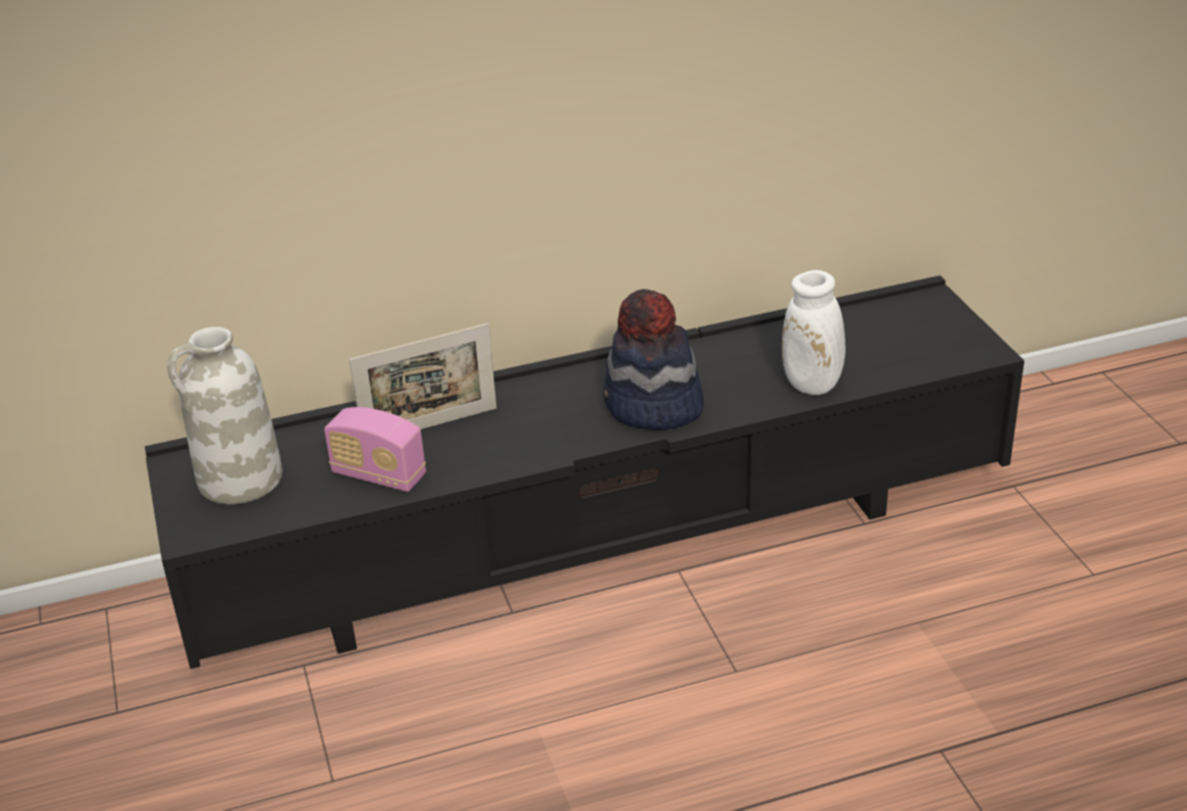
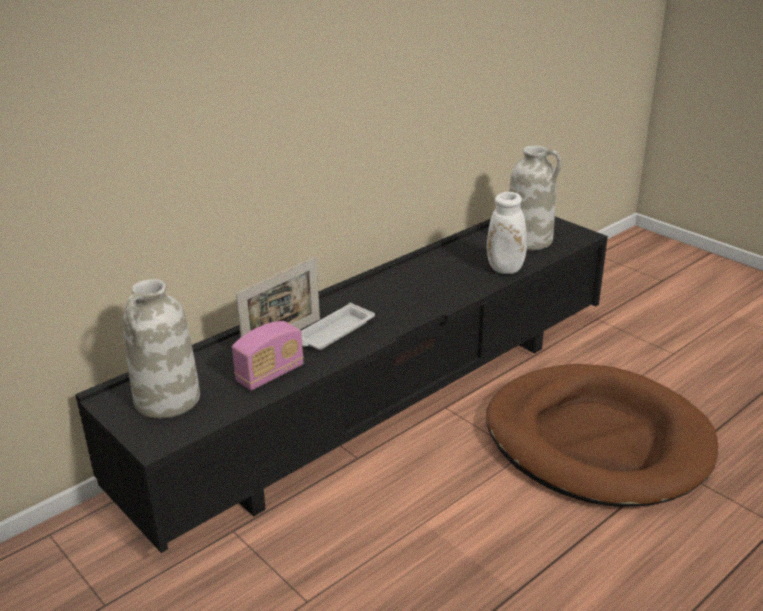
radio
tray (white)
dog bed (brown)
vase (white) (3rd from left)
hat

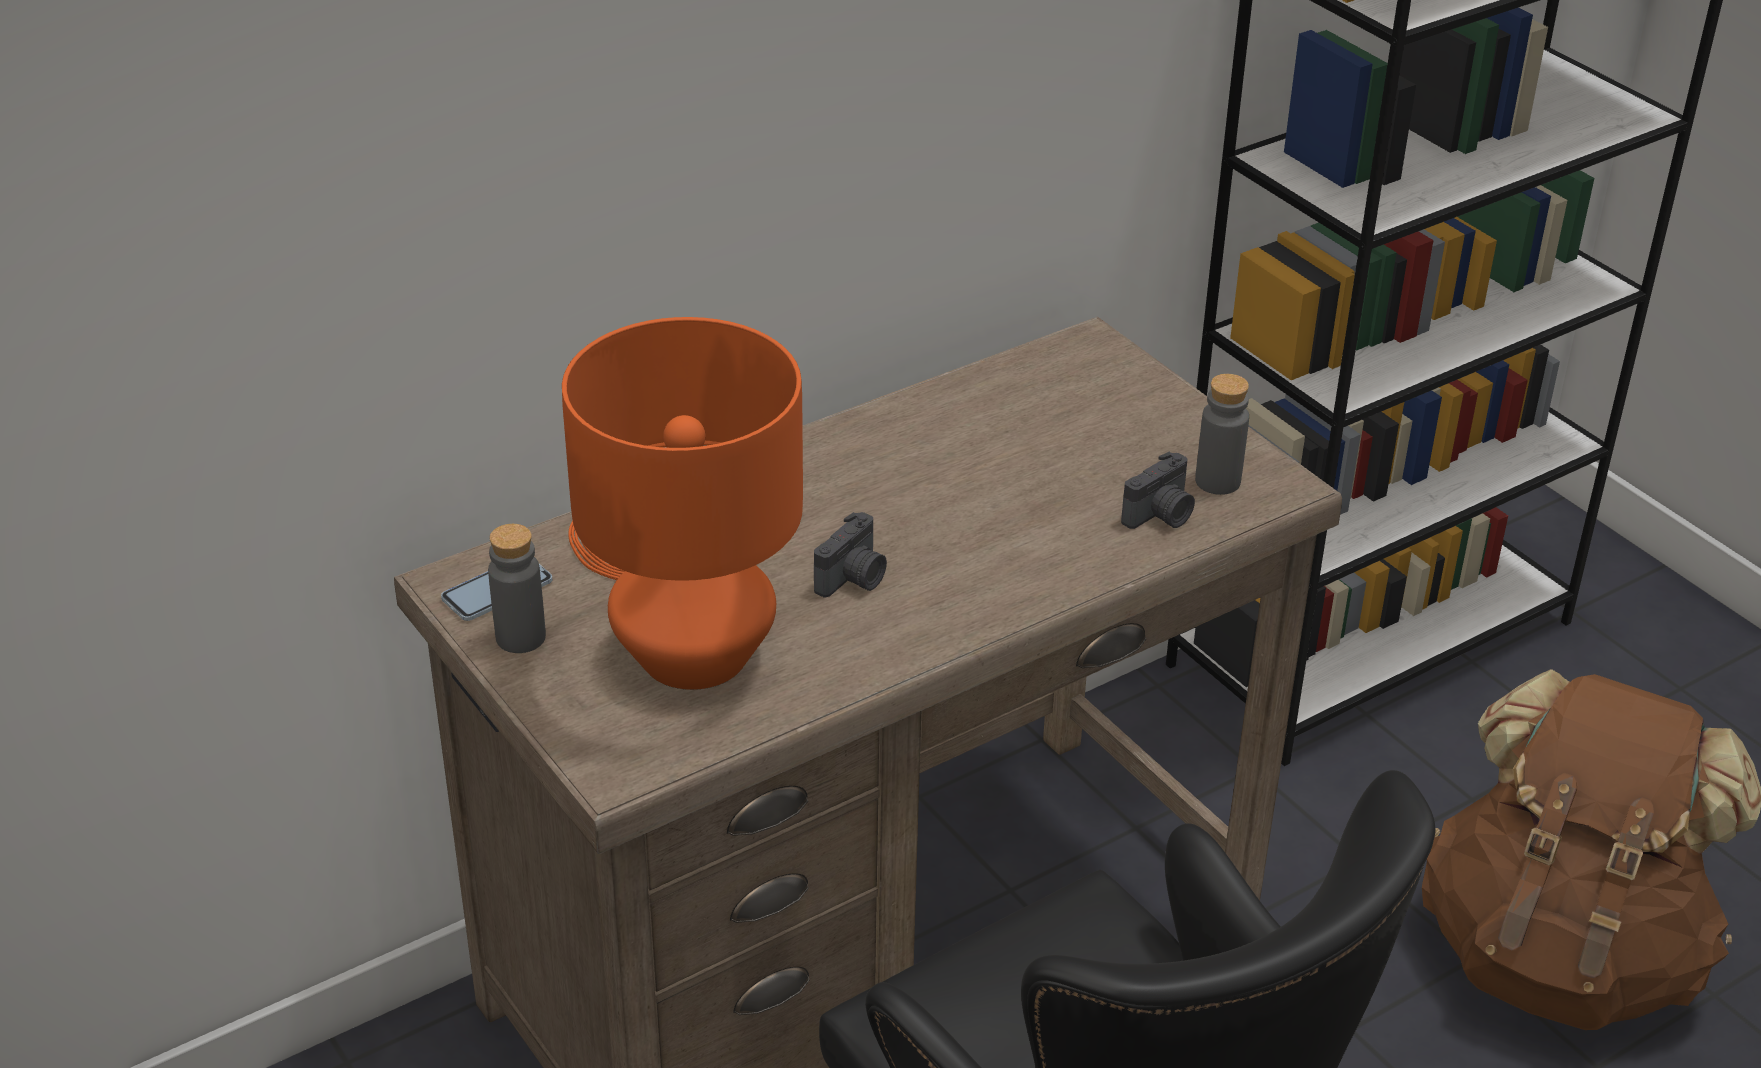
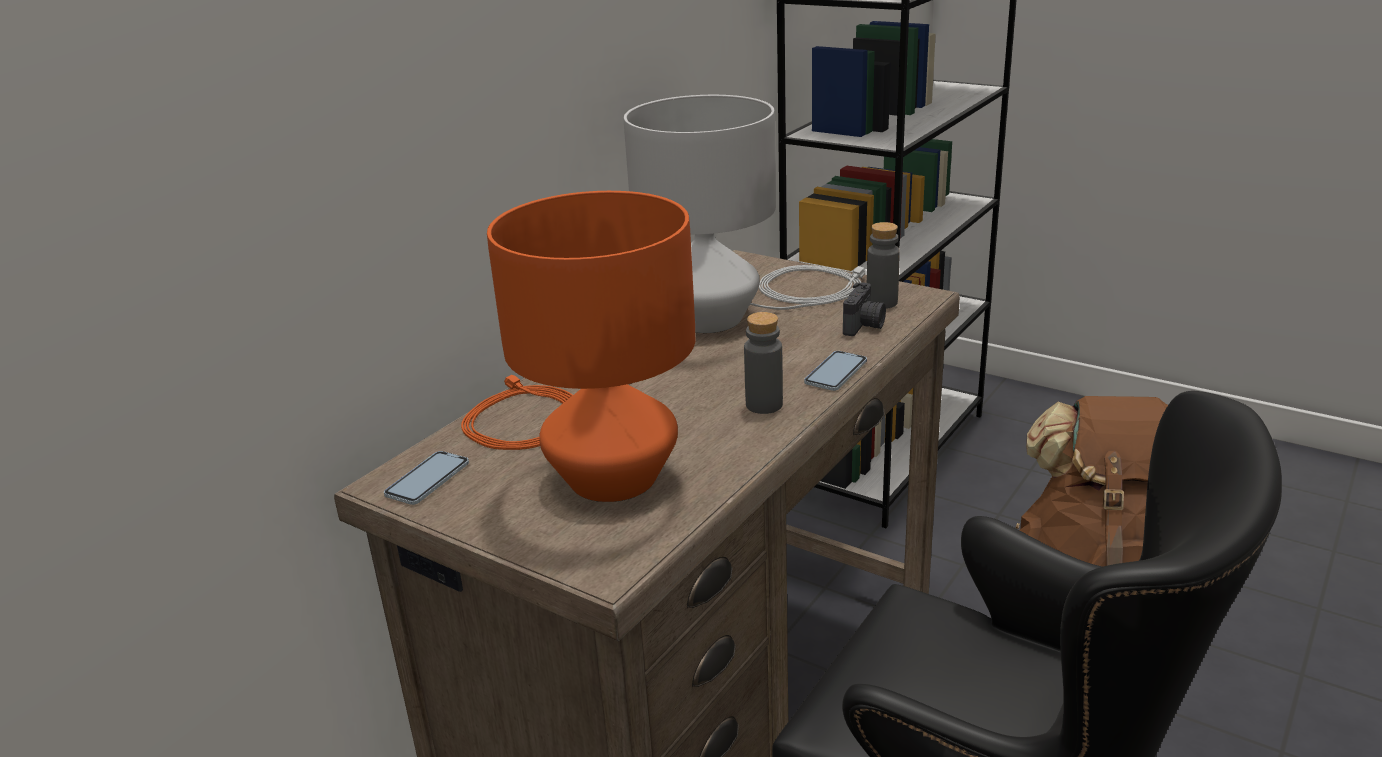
table lamp (grey)
bottle (grey) (1st from left)
phone (2nd from left)
photo camera (1st from left in the first image)

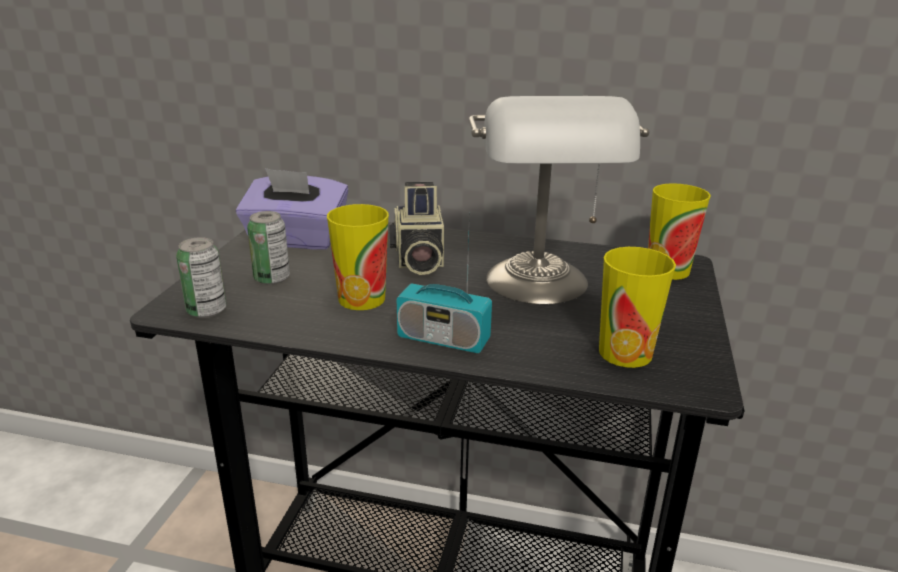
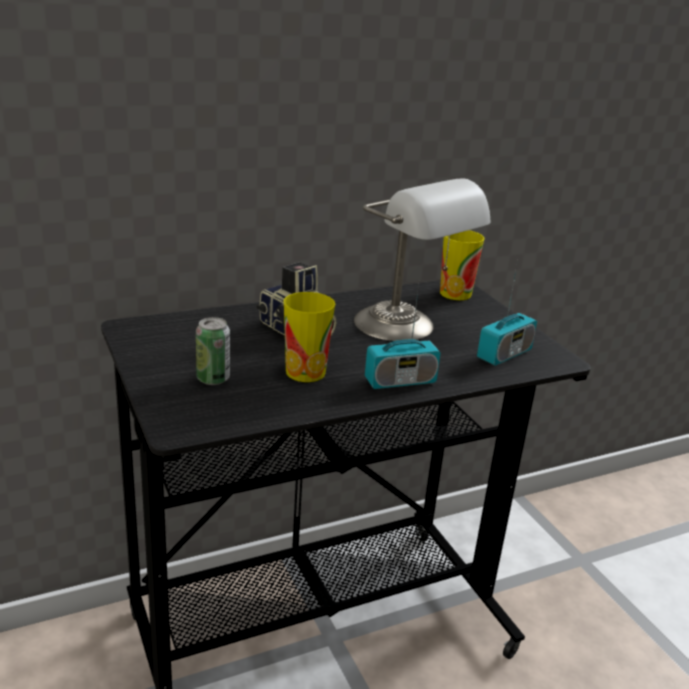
radio (2nd from left)
can (1st from left in the first image)
tissue box (purple)

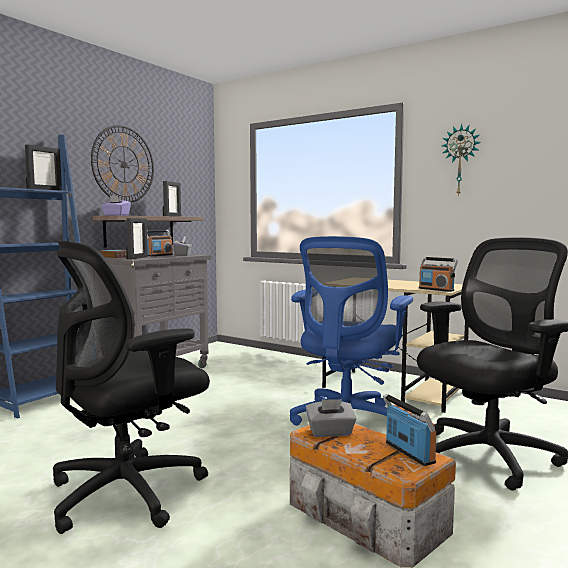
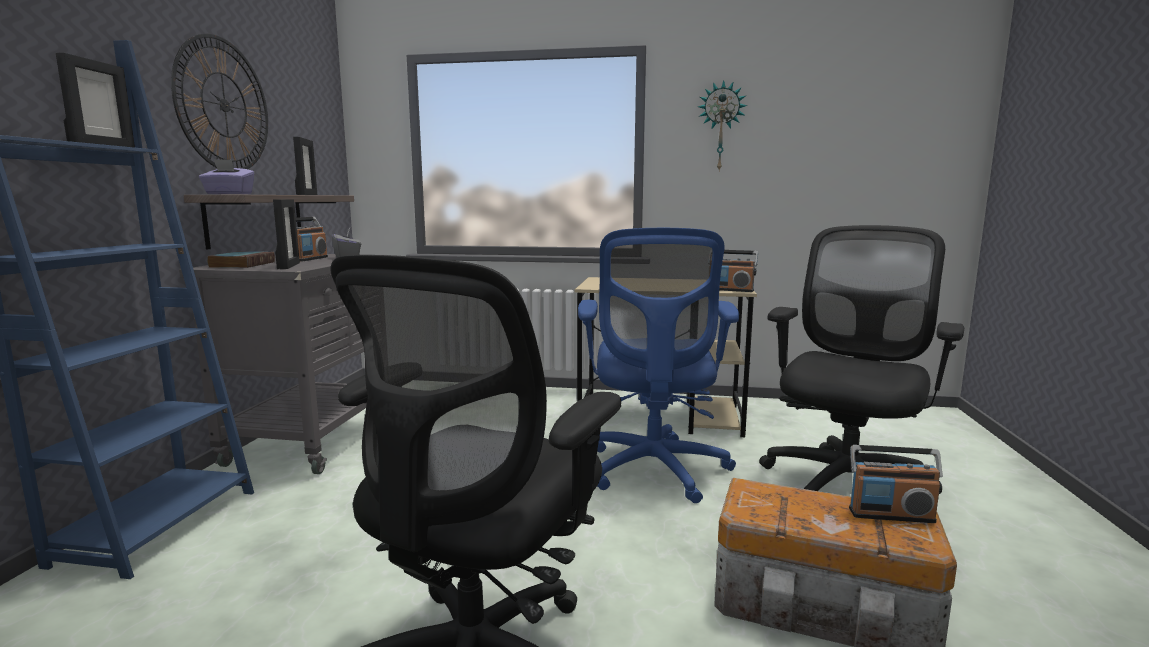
radio (3rd from left)
tissue box (grey) (2nd from left in the first image)

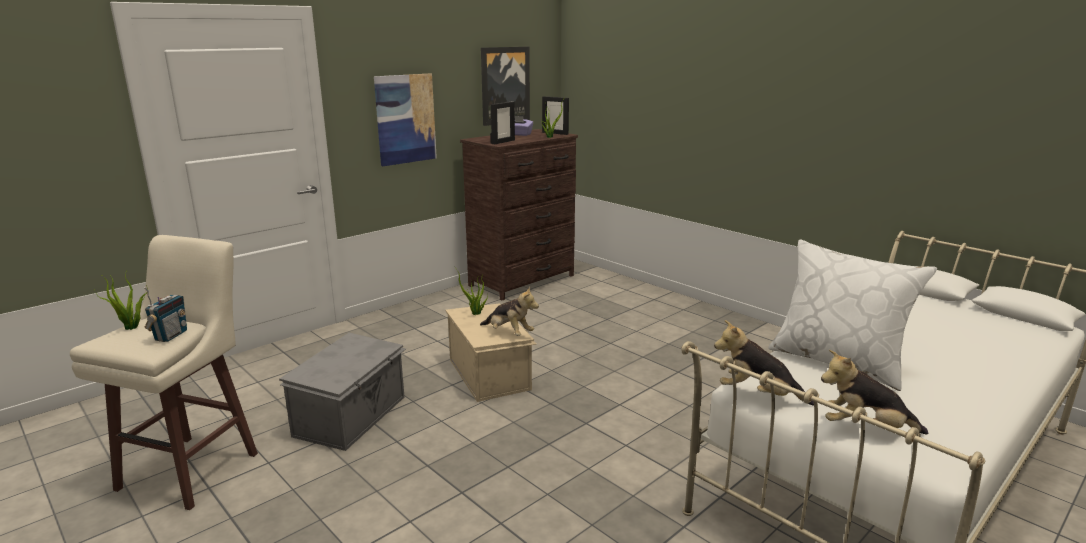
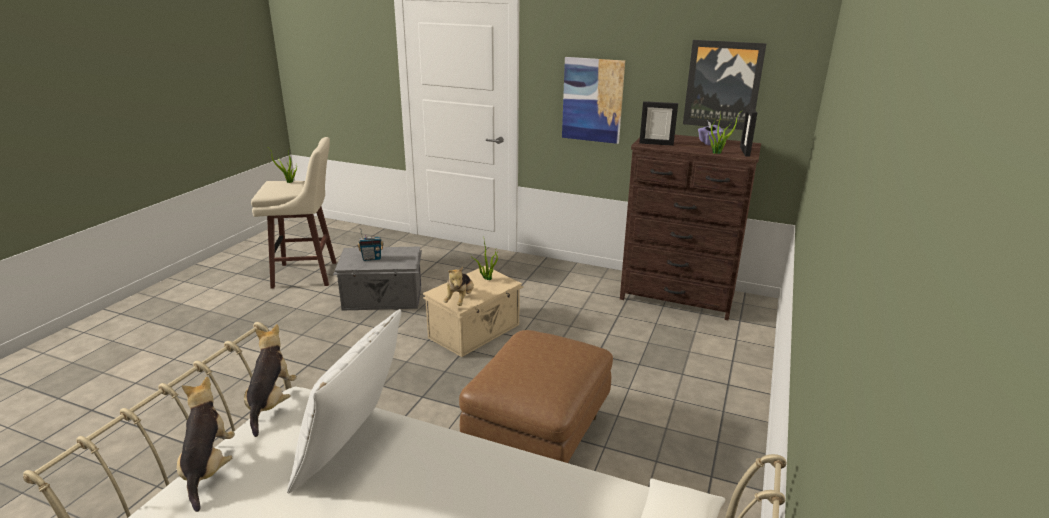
radio
ottoman (brown)

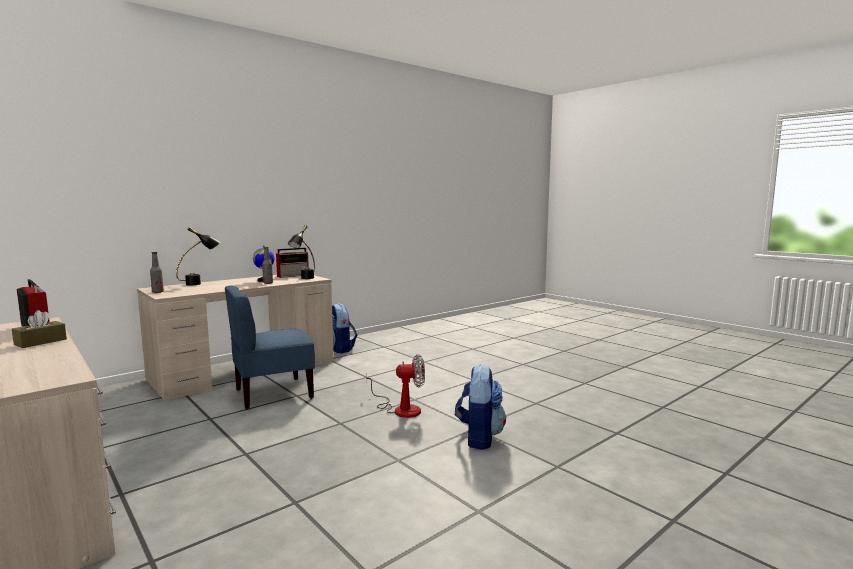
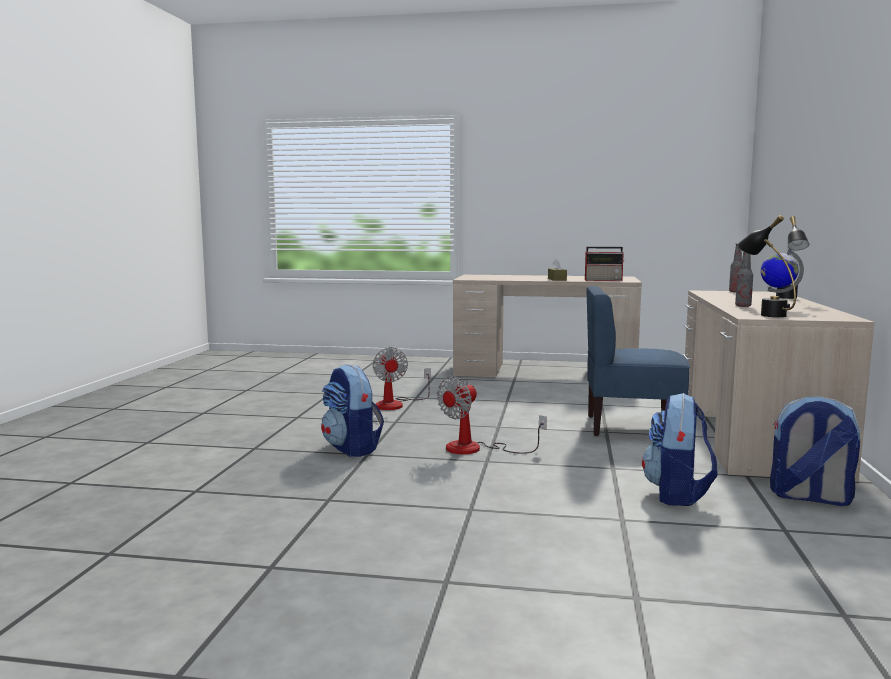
fan (1st from left)
chair (blue)
backpack (2nd from left)
radio (2nd from left in the first image)

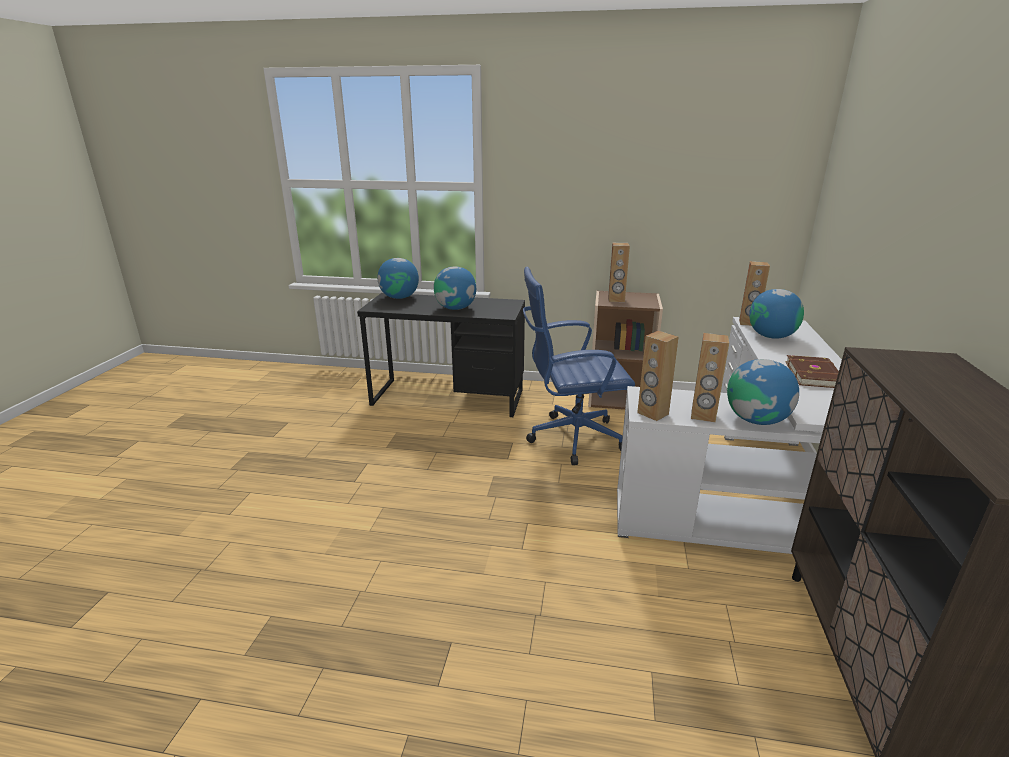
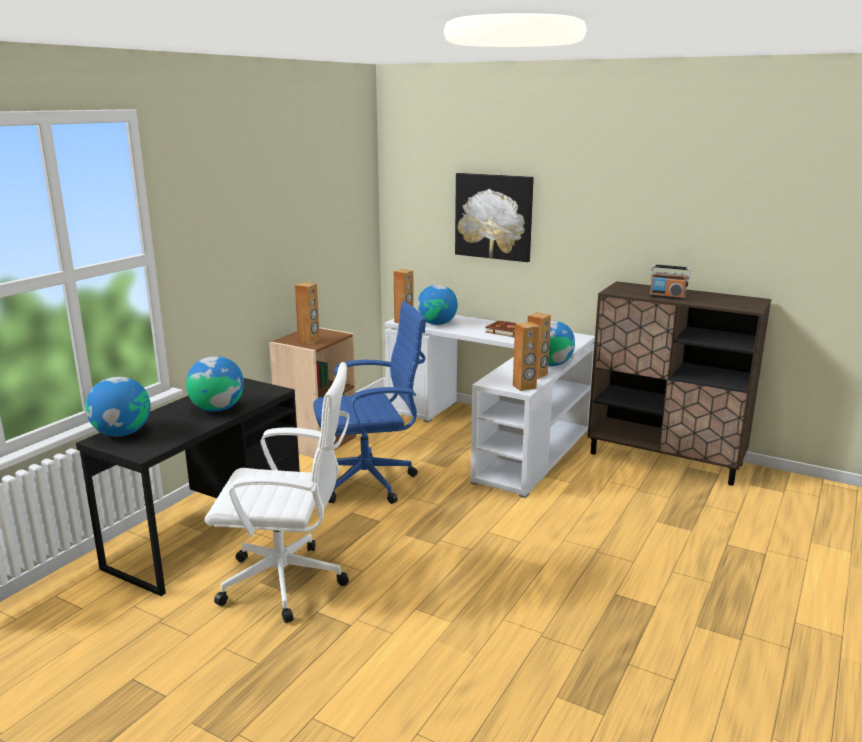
office chair (white)
office chair (blue)
picture
radio

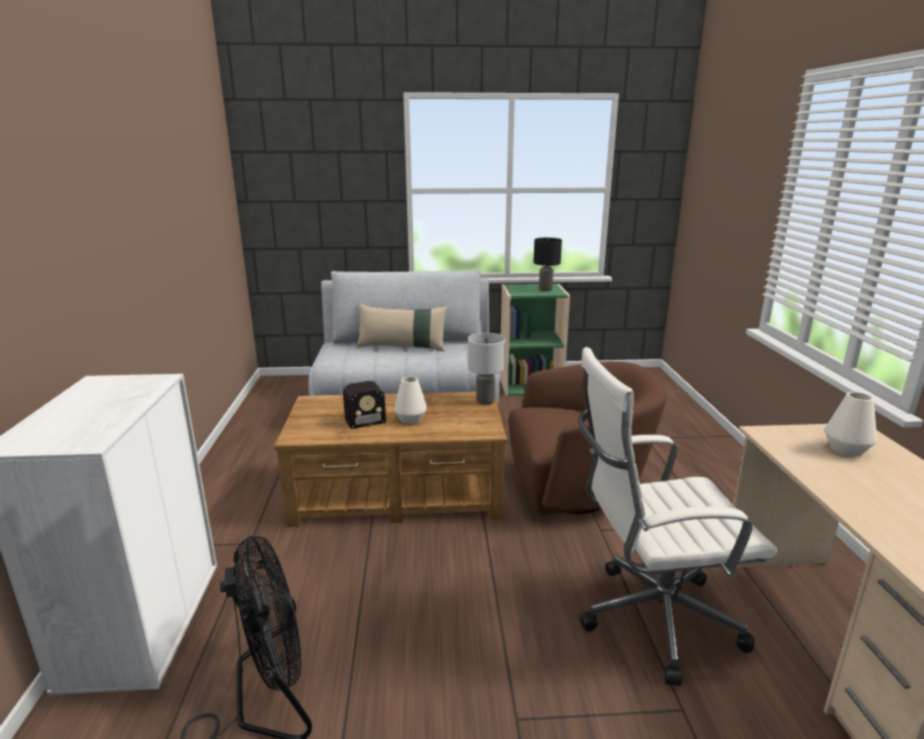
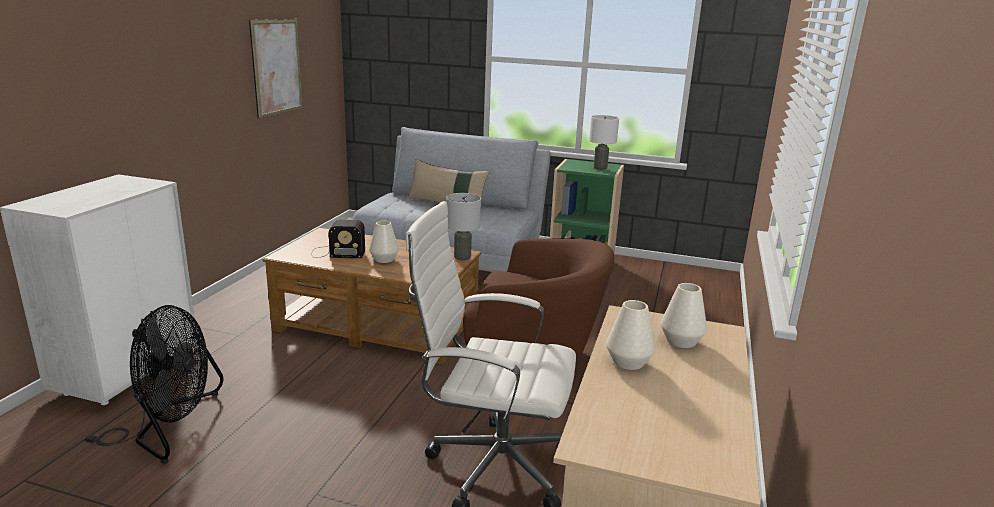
picture
table lamp (white) (2nd from left)
vase (white) (2nd from left)

